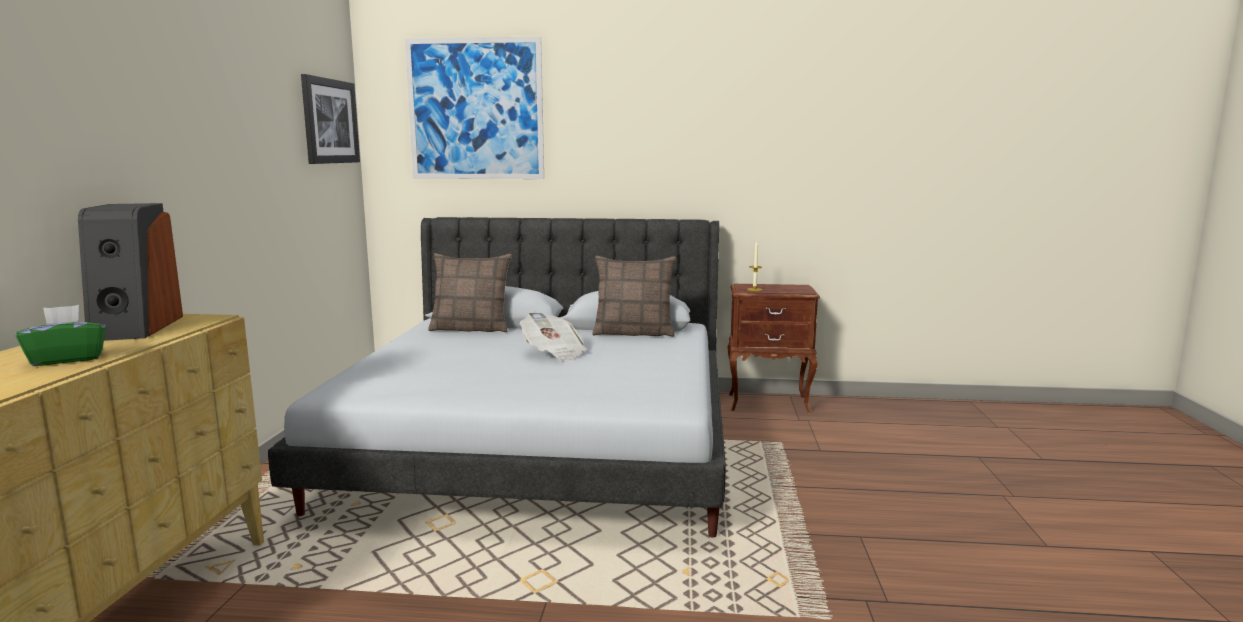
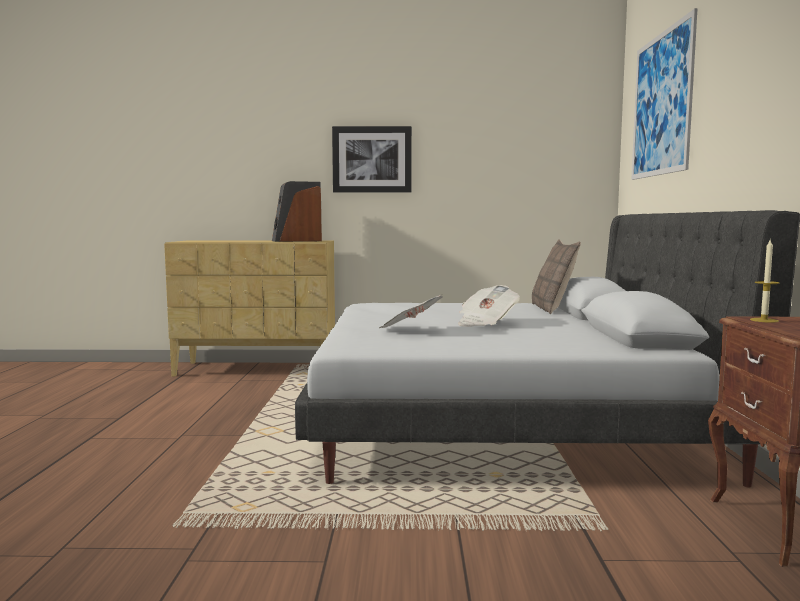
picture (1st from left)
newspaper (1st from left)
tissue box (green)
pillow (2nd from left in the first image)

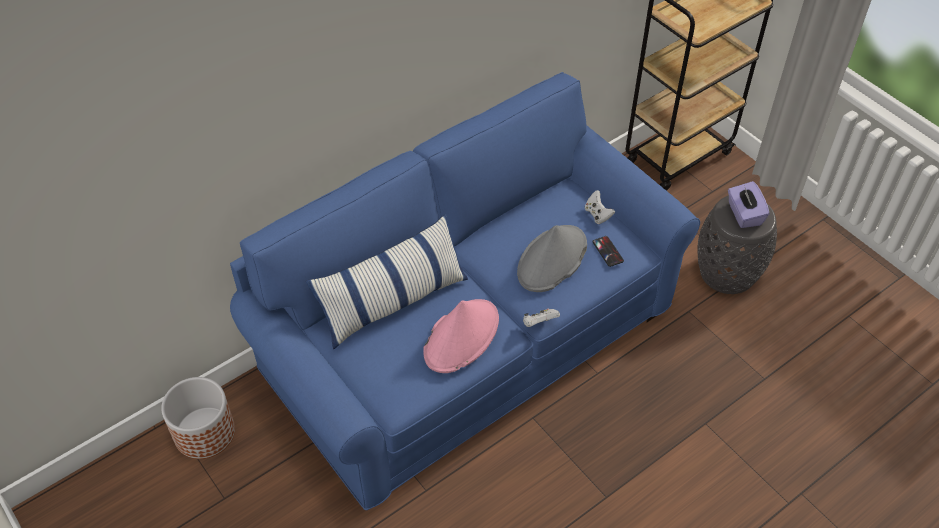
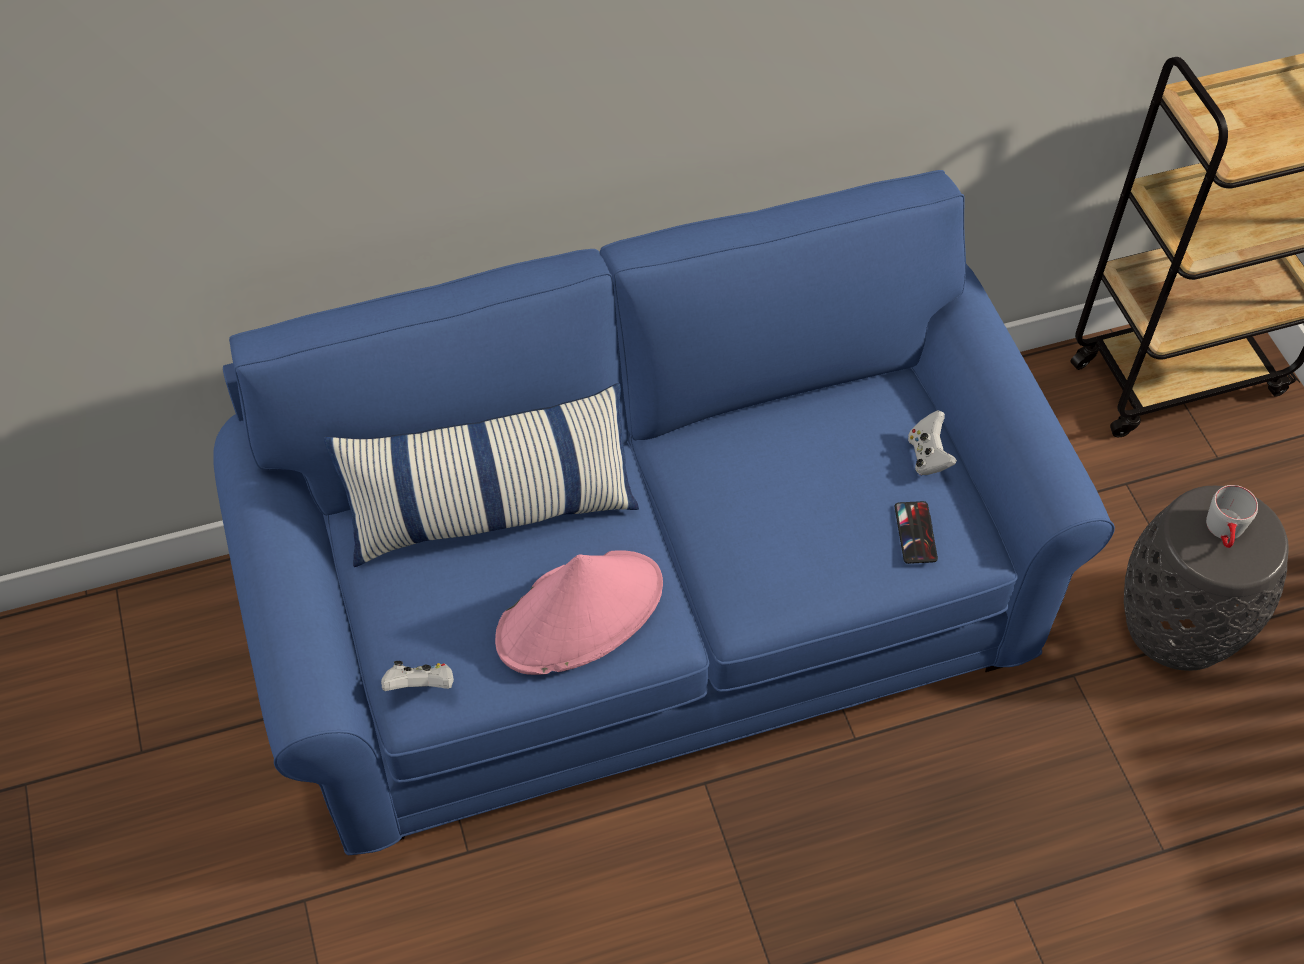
game controller (white) (1st from left)
mug (grey)
planter
hat (grey)

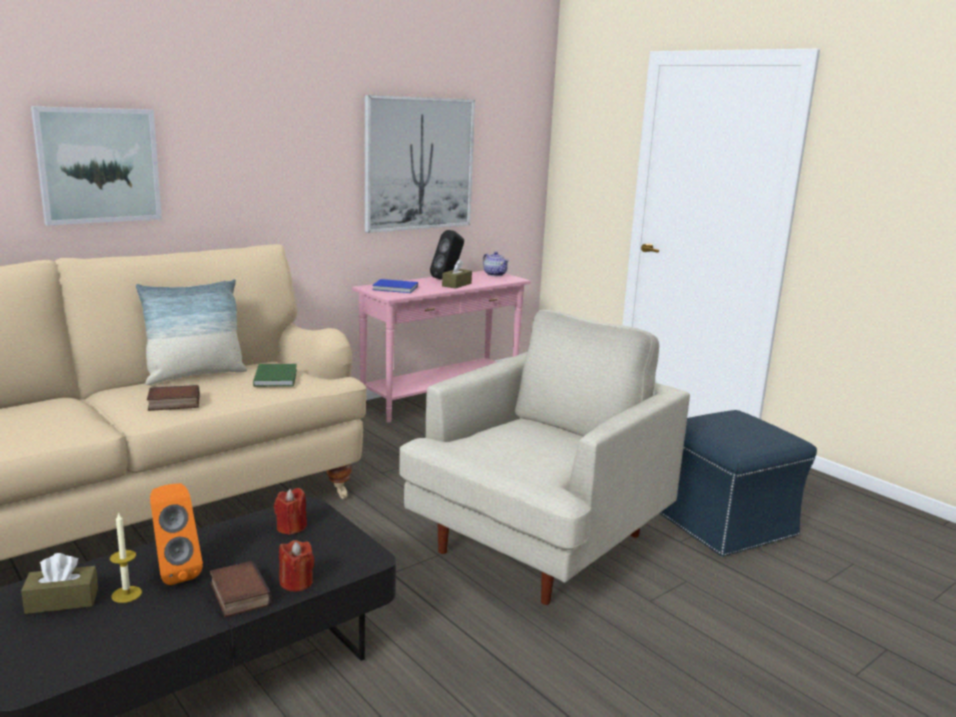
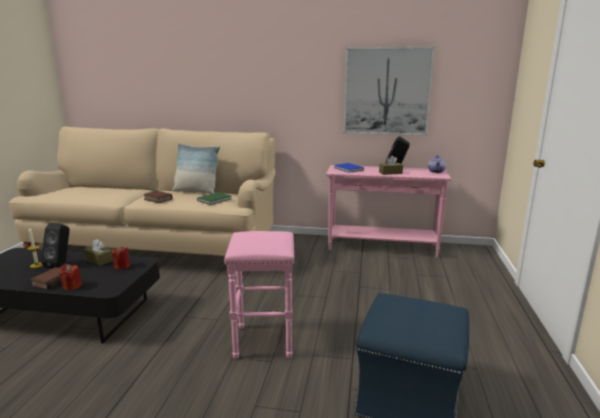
speaker (black) (1st from left)
tissue box (brown) (1st from left)
stool (pink)
picture (1st from left in the first image)

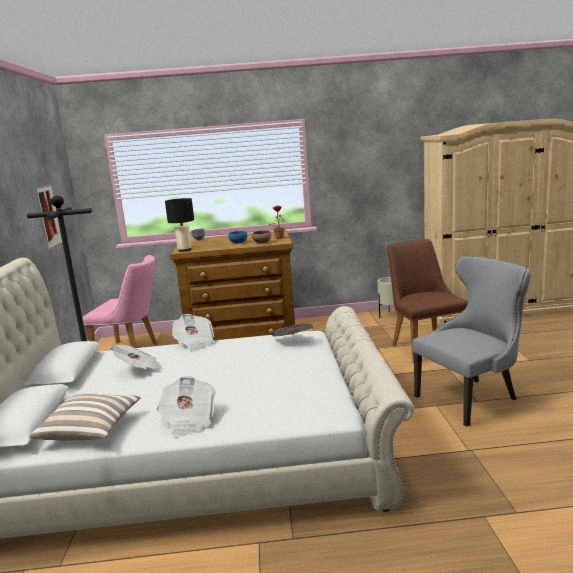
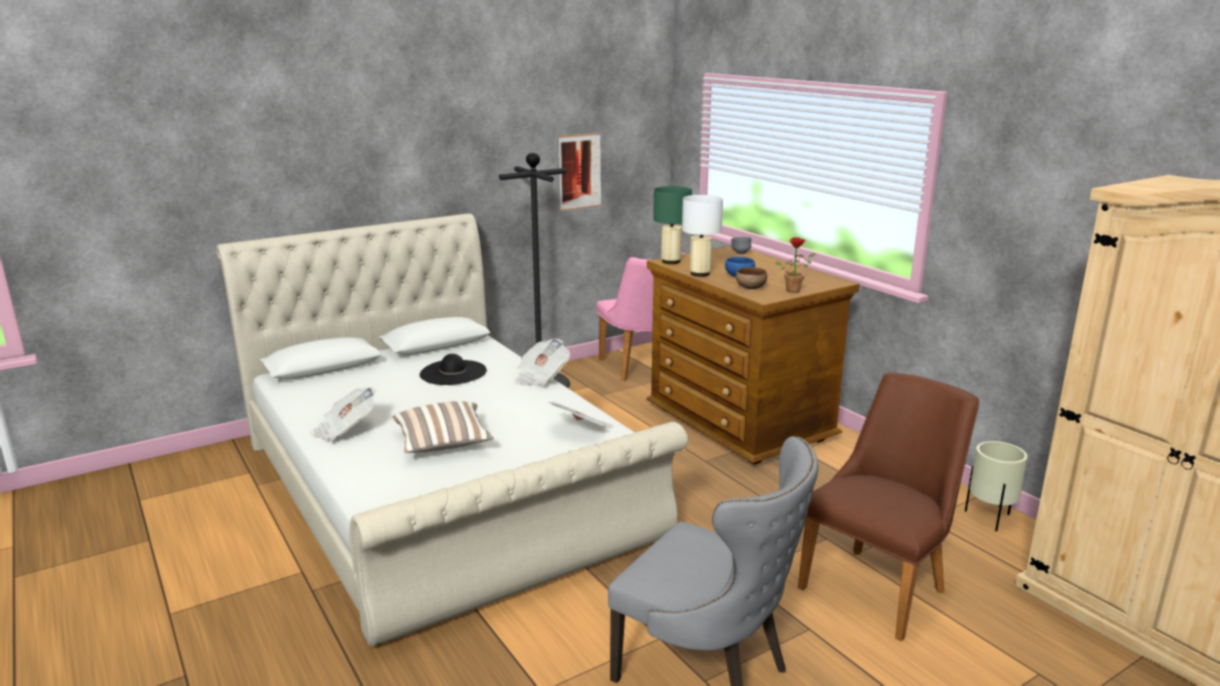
pillow
hat (black)
table lamp (green)
table lamp (white)

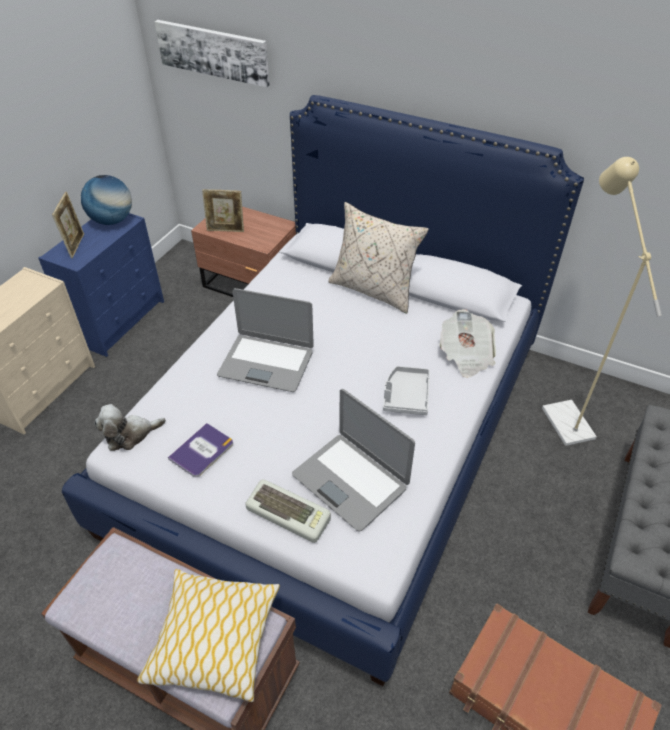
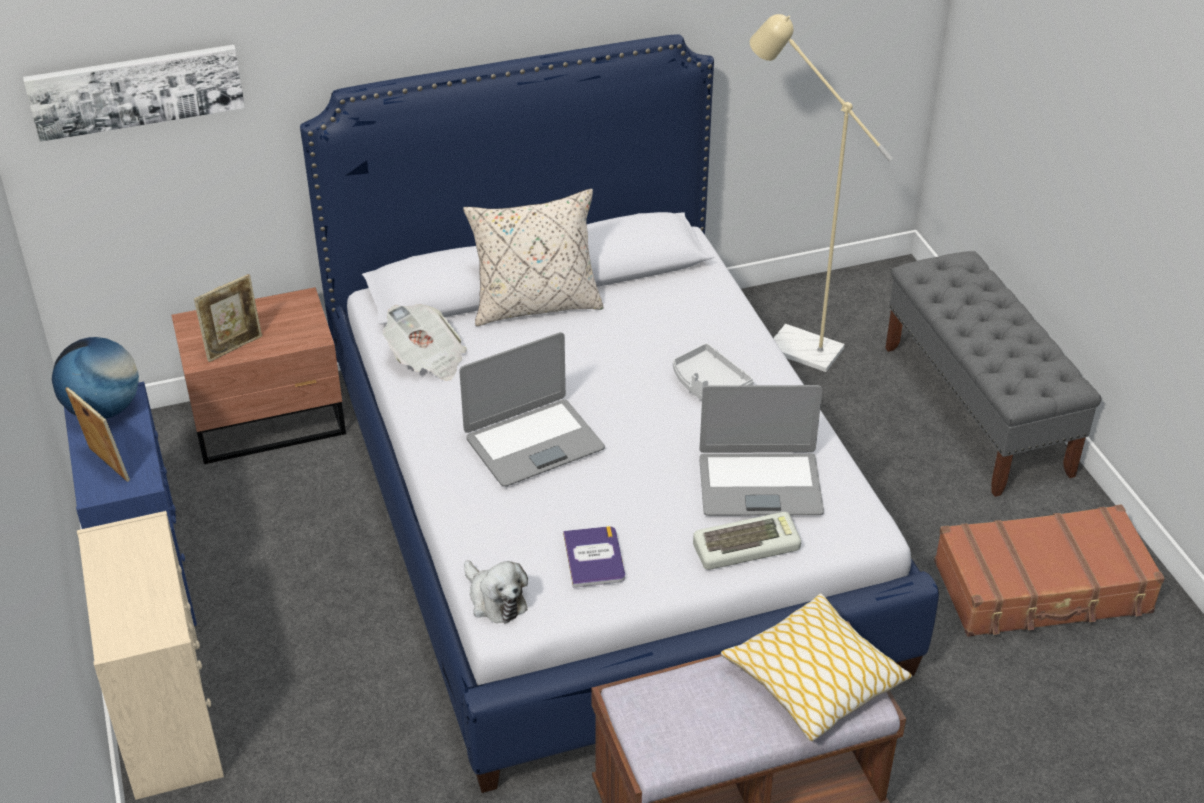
newspaper
plush toy

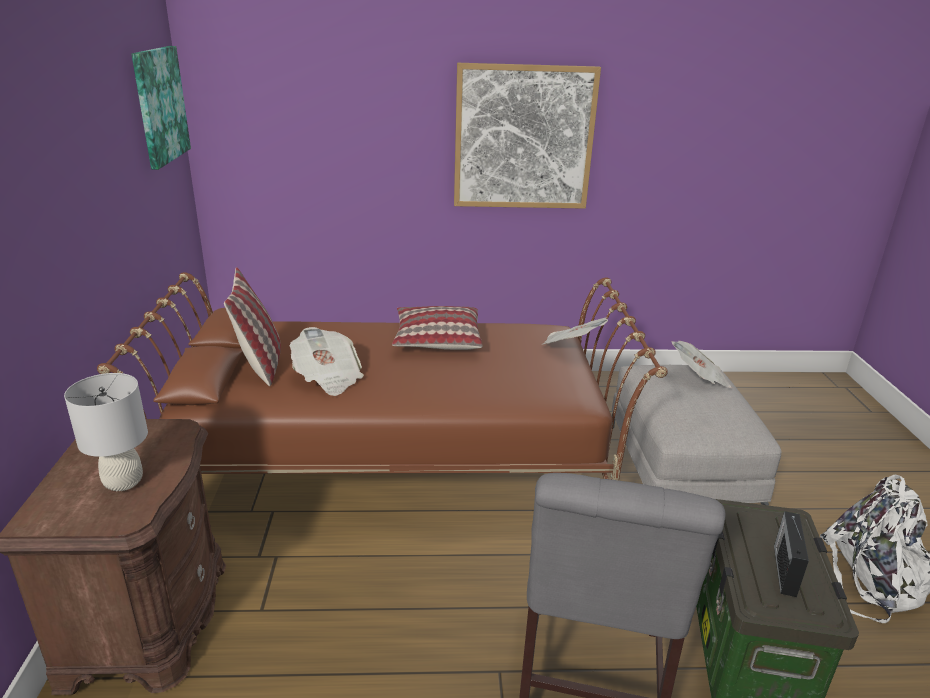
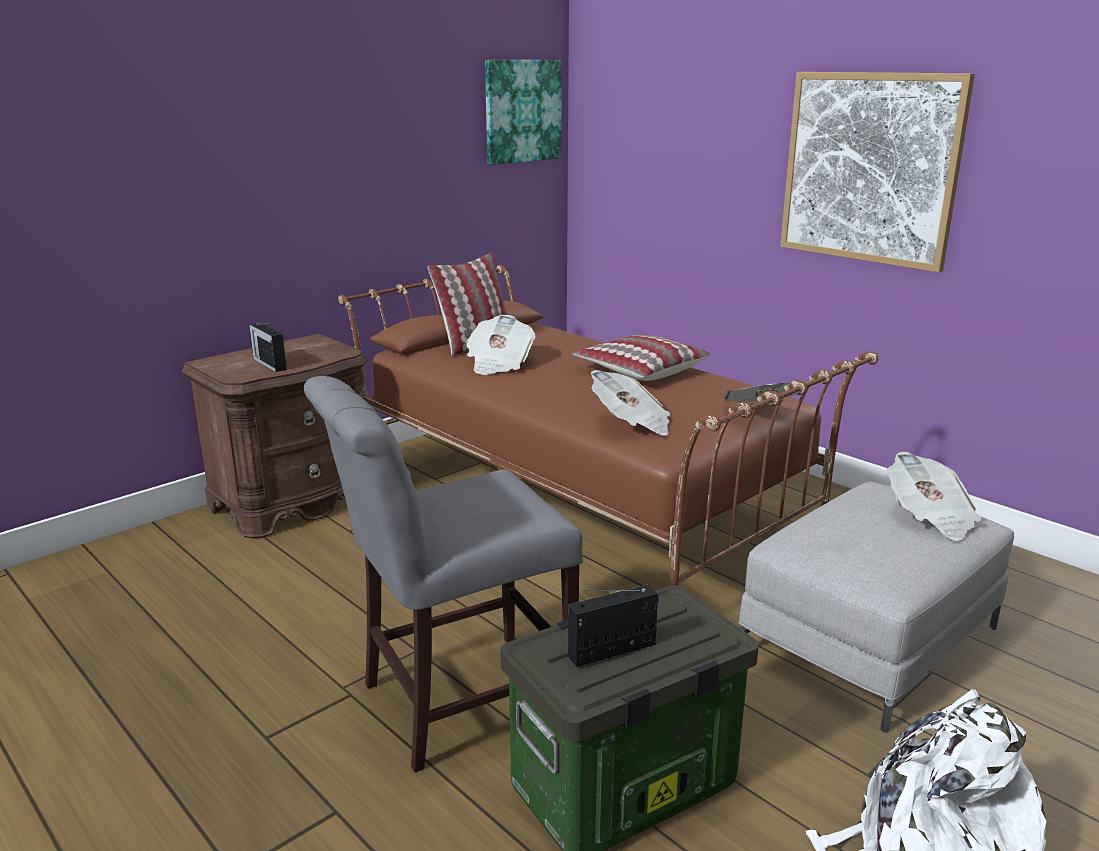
radio (1st from left)
newspaper (2nd from left)

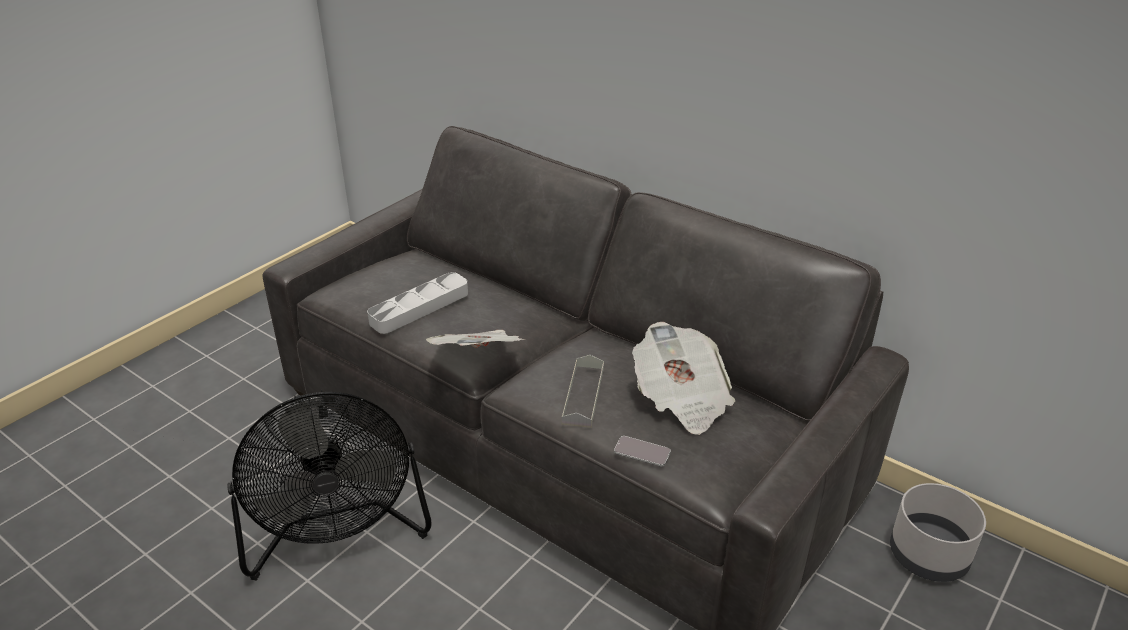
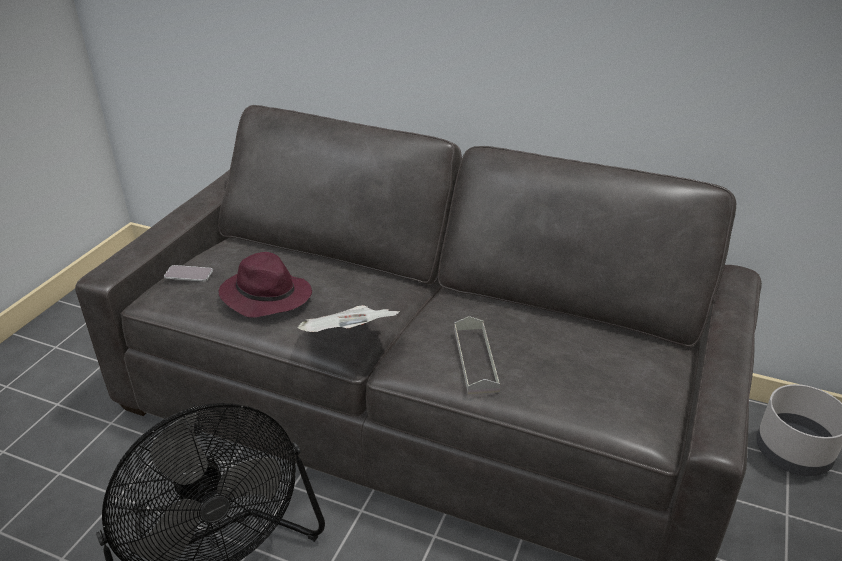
phone
hat (purple)
newspaper (2nd from left in the first image)

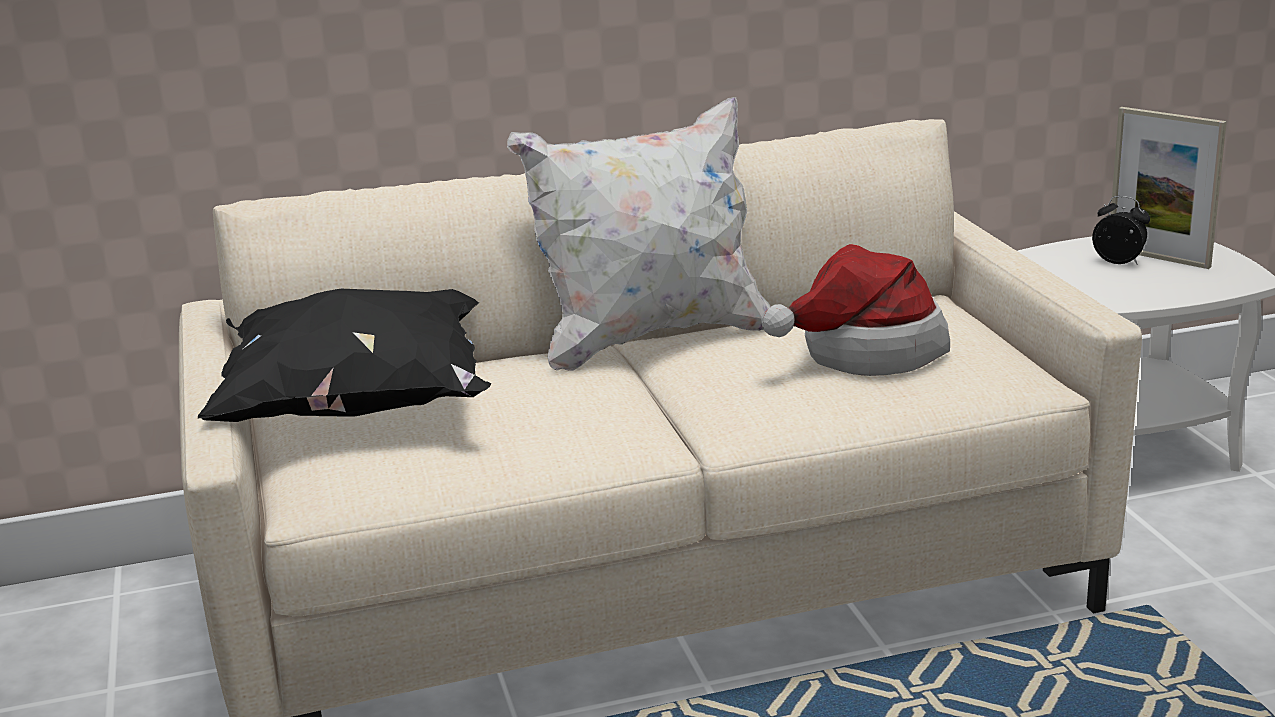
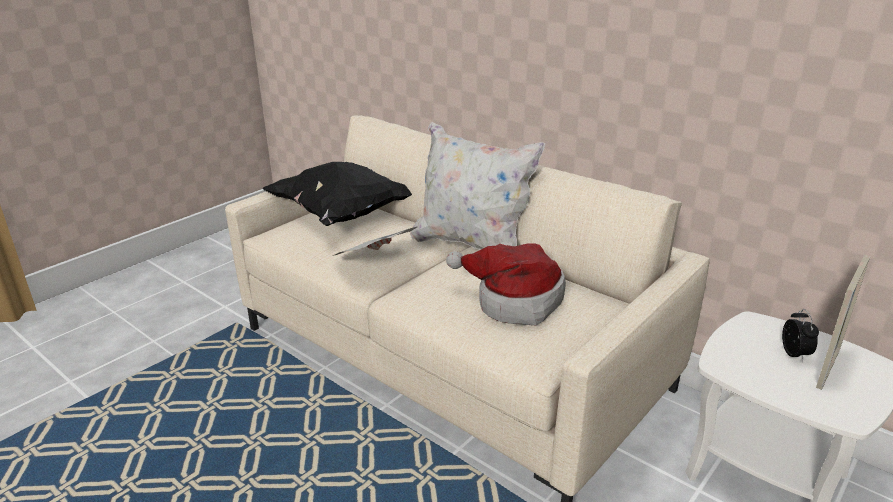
newspaper
picture frame

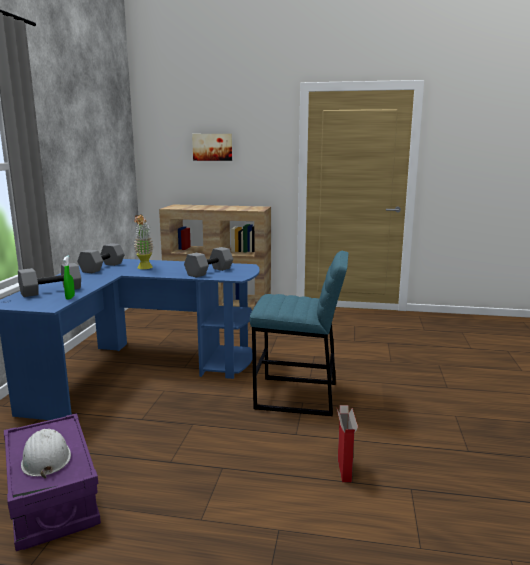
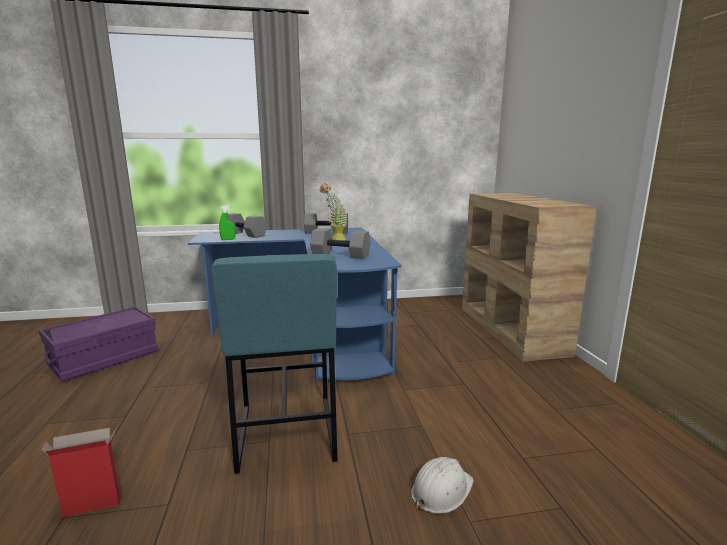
hard hat (white)
picture

